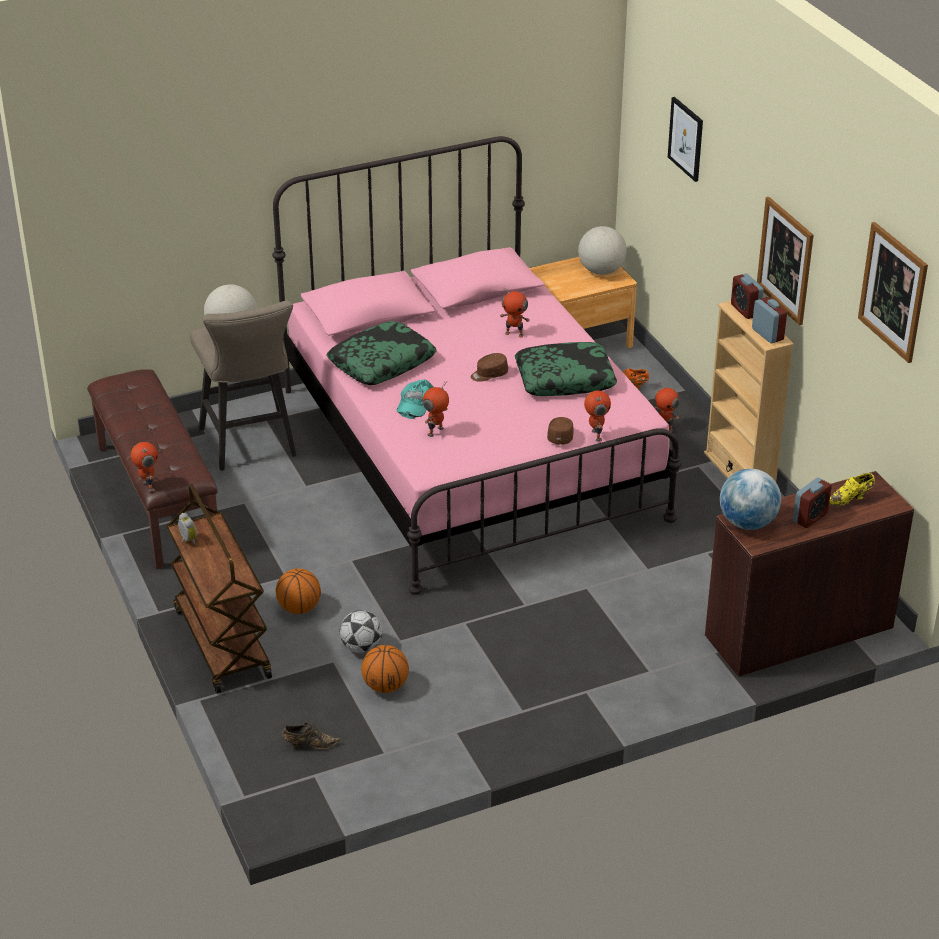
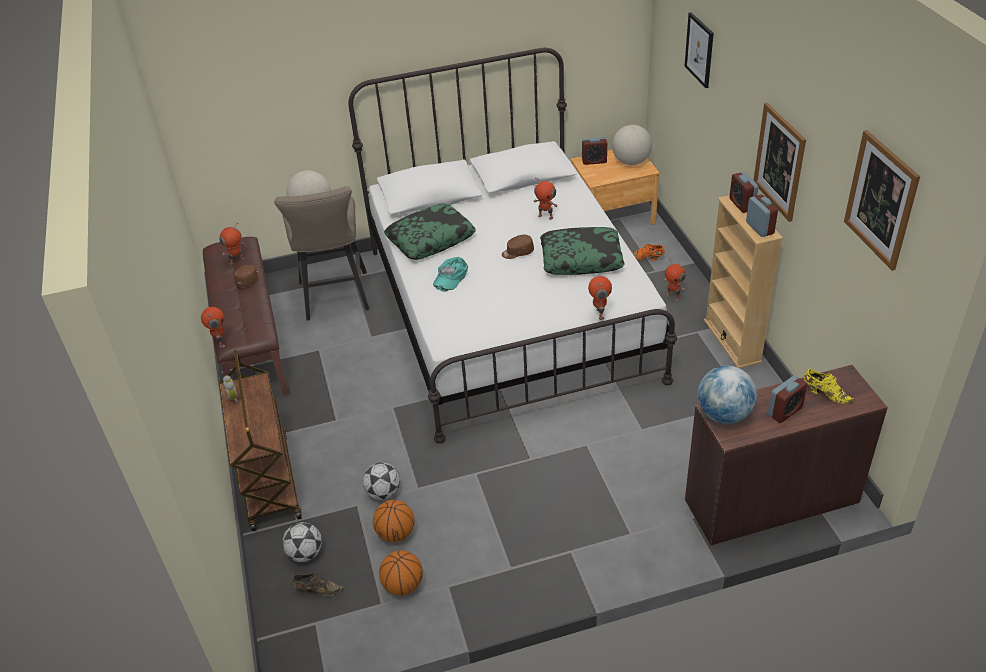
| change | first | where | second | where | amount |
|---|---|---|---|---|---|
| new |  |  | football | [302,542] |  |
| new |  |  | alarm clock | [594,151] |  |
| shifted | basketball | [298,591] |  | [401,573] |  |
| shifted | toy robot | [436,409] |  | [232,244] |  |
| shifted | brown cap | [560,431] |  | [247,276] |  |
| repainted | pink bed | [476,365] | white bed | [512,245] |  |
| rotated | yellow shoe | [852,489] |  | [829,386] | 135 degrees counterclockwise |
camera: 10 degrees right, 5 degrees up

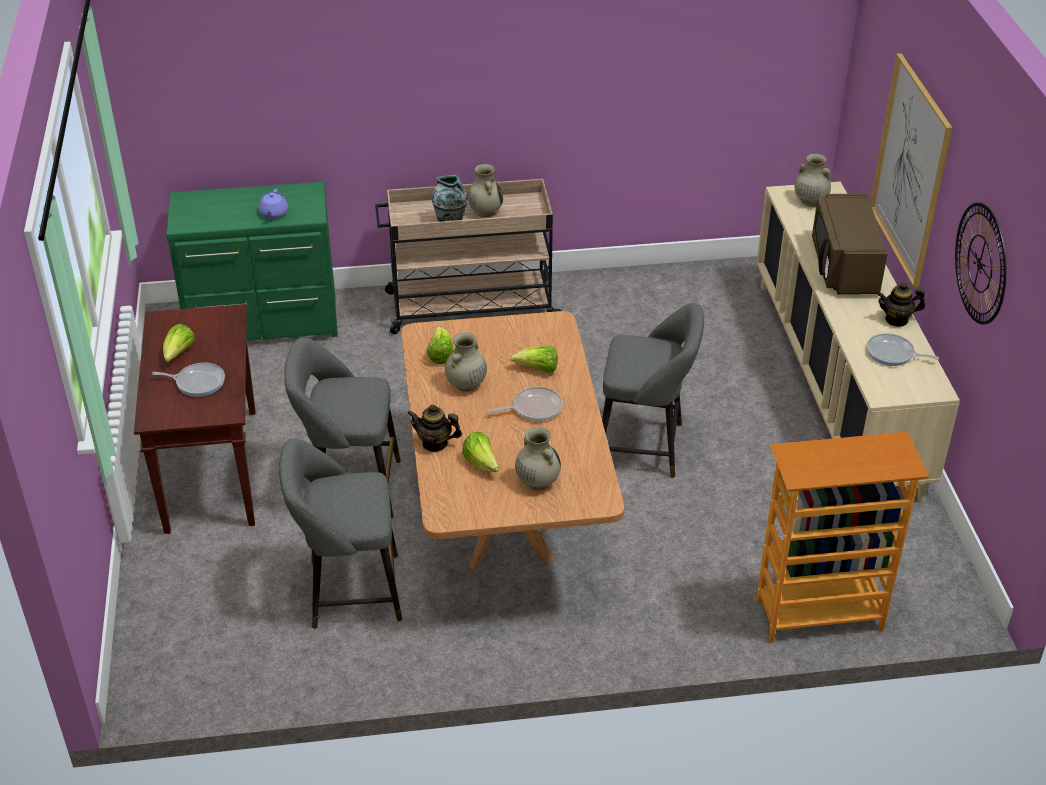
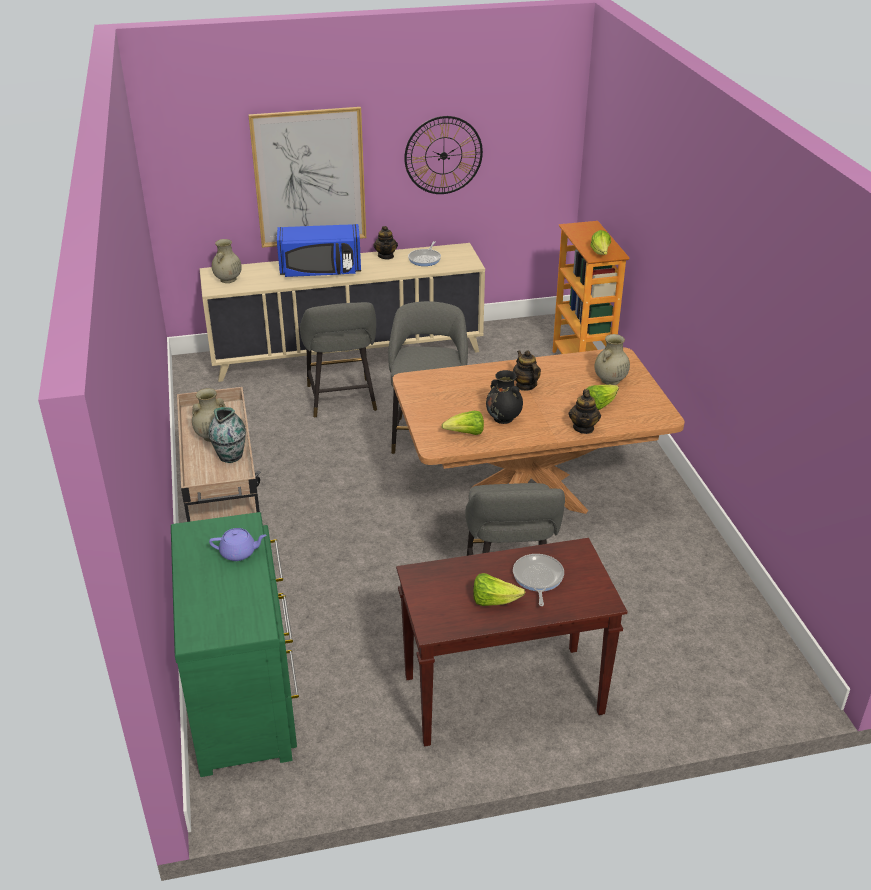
| change | first | where | second | where | amount |
|---|---|---|---|---|---|
| shifted | grey stool | [340,533] |  | [338,360] |  |
| shifted | lettuce | [533,359] |  | [600,242] |  |
| swapped | frying pan | [525,403] | teapot | [527,370] |  |
| repainted | beige vase | [466,362] | black vase | [504,397] |  |
| repainted | brown microwave | [850,244] | blue microwave | [319,250] |  |
camera: 95 degrees left, 5 degrees down

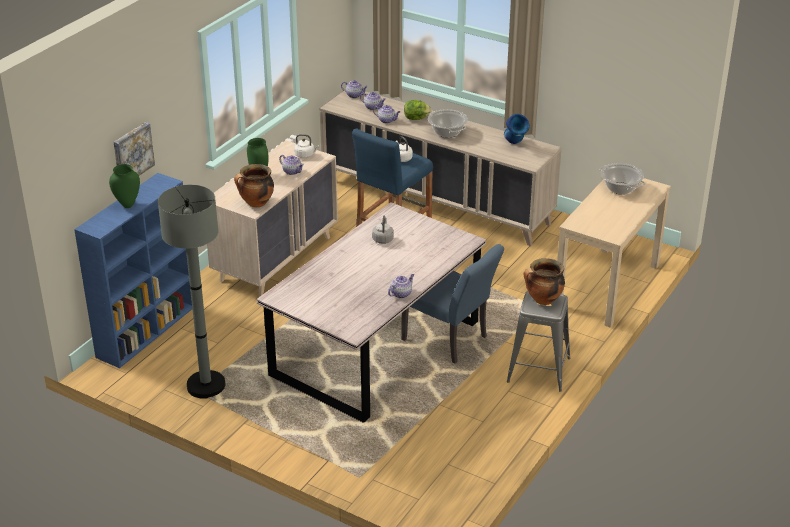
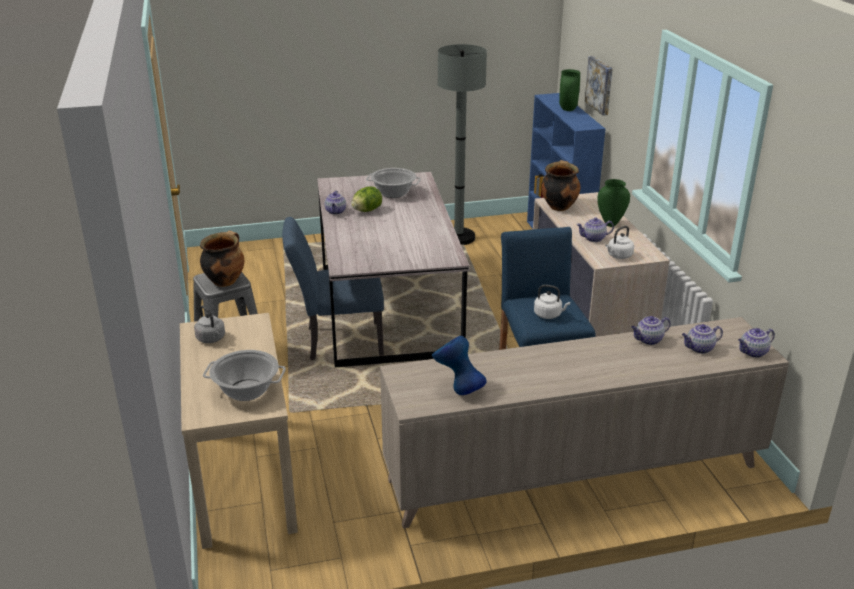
| change | first | where | second | where | amount |
|---|---|---|---|---|---|
| shifted | grey kettle | [383,229] |  | [209,324] |  |
| shifted | lettuce | [418,110] |  | [366,199] |  |
| shifted | cooking pot | [448,123] |  | [393,183] |  |
camera: 135 degrees right, 5 degrees down

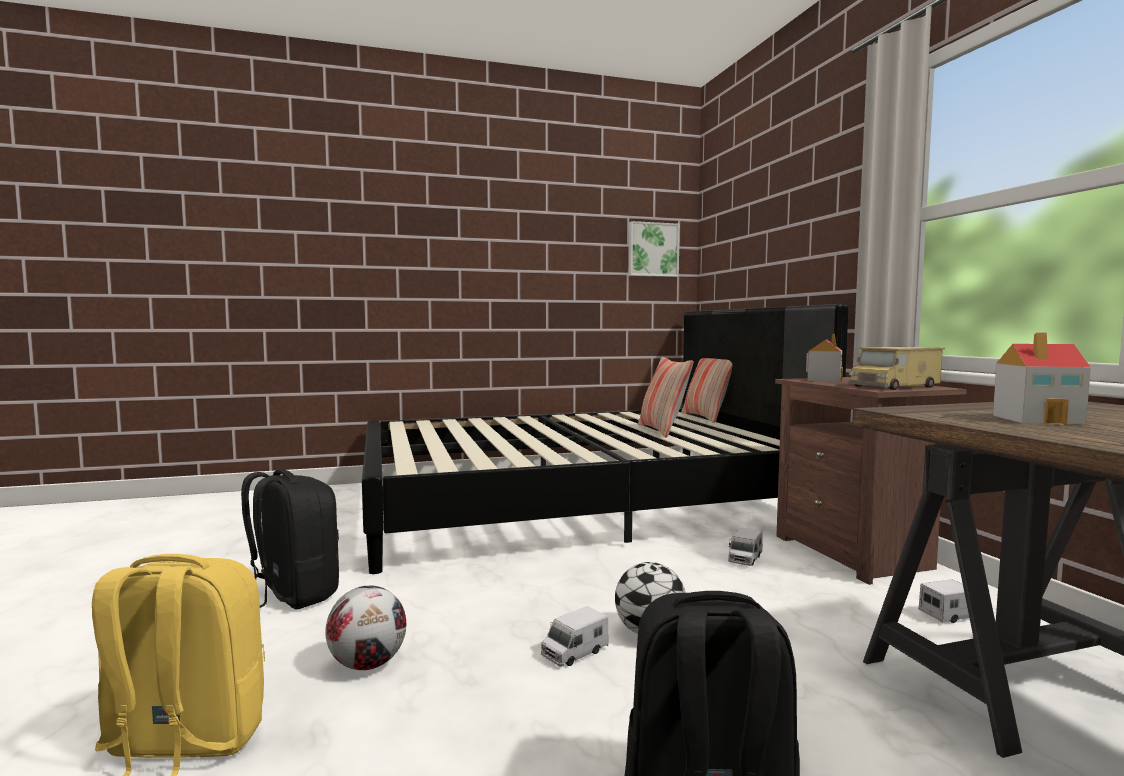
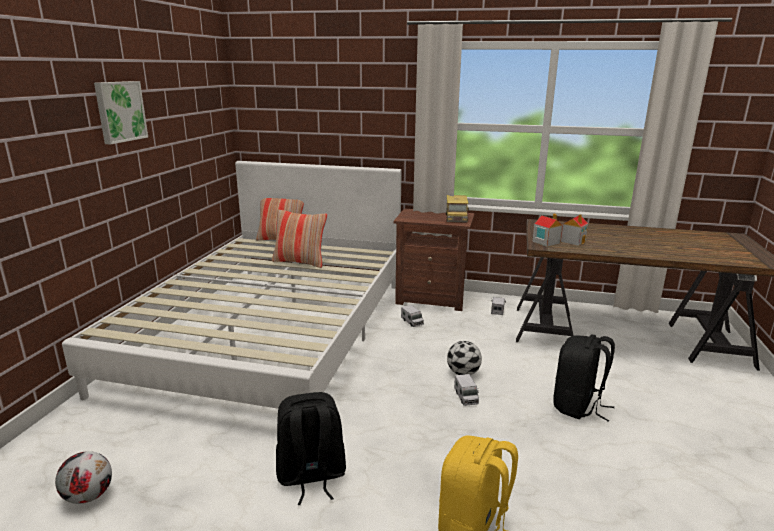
| change | first | where | second | where | amount |
|---|---|---|---|---|---|
| shifted | football | [365,628] |  | [83,477] |  |
| shifted | picture | [654,249] |  | [121,112] |  |
| shifted | toy house | [824,358] |  | [547,229] |  |
| repainted | black bed | [605,439] | white bed | [232,285] |  |
camera: 60 degrees left, 15 degrees up

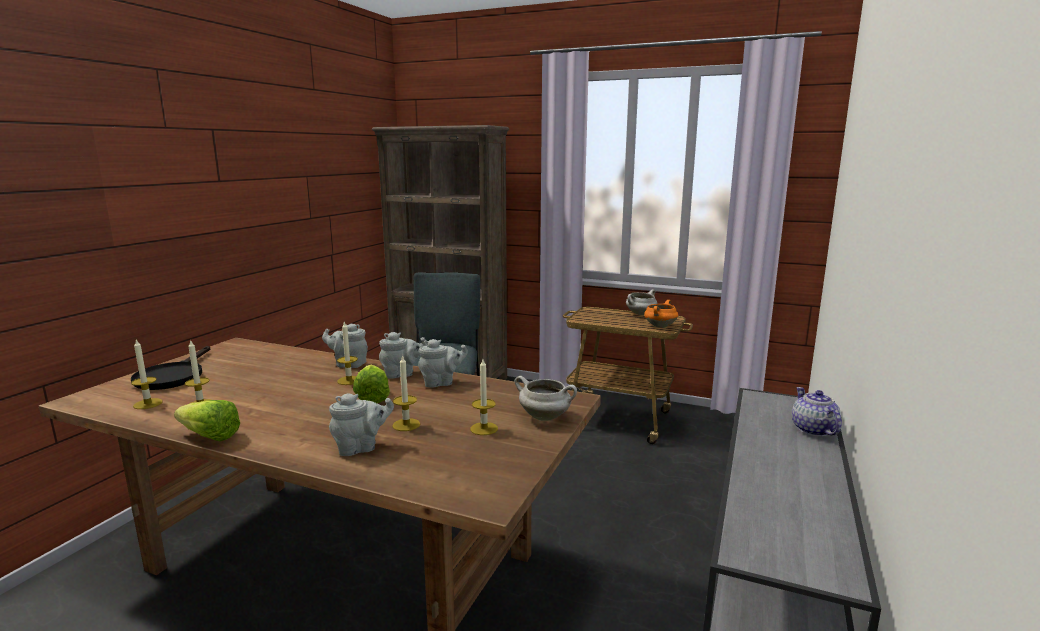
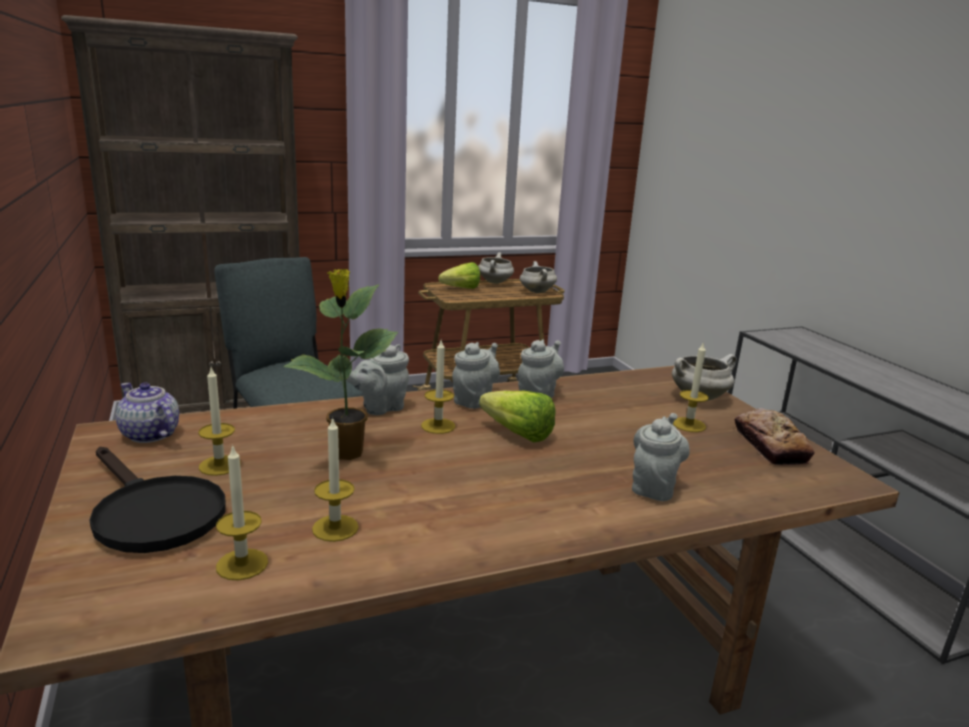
| change | first | where | second | where | amount |
|---|---|---|---|---|---|
| new |  |  | potted plant | [340,364] |  |
| new |  |  | bread | [775,437] |  |
| shifted | lettuce | [207,420] |  | [459,275] |  |
| shifted | candle | [406,393] |  | [220,422] |  |
| shifted | teapot | [817,411] |  | [147,413] |  |
| repainted | orange cooking pot | [661,314] | white cooking pot | [538,277] |  |
camera: 45 degrees left, 5 degrees up

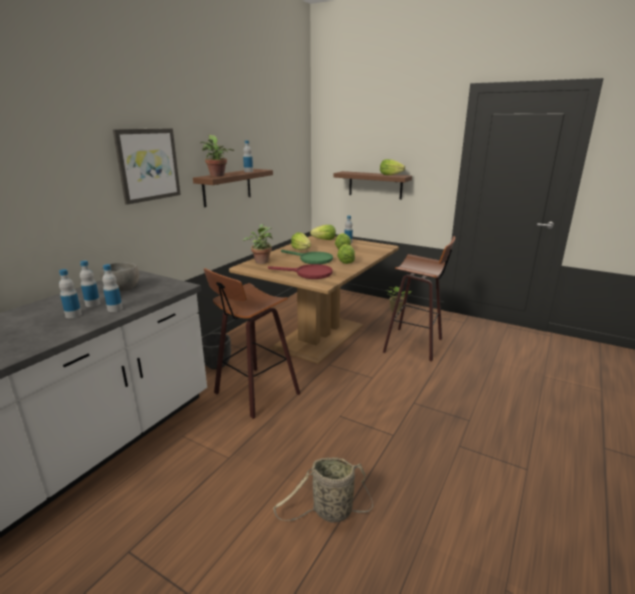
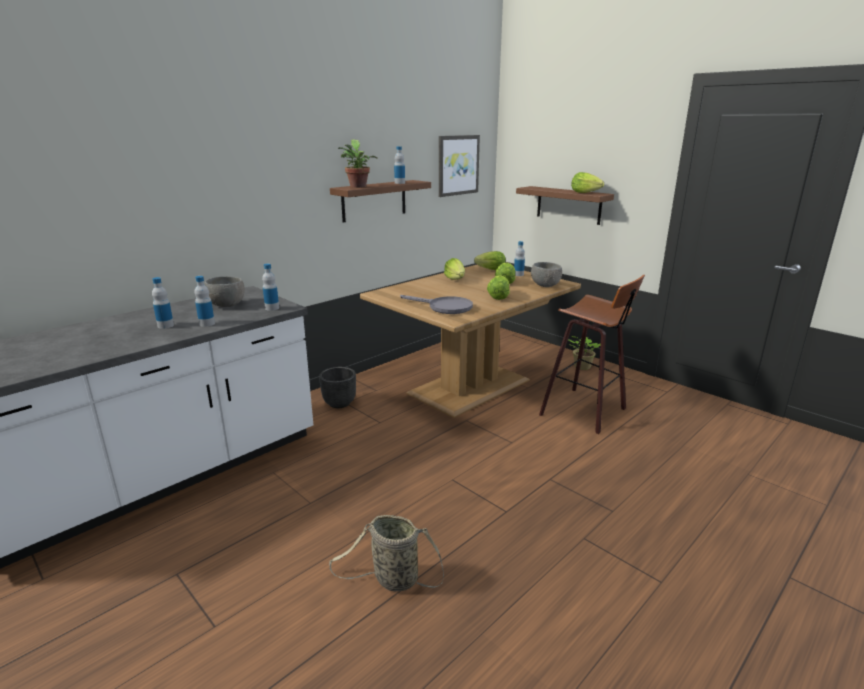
| change | first | where | second | where | amount |
|---|---|---|---|---|---|
| gone | stool | [252,343] |  |  |  |
| gone | potted plant | [258,244] |  |  |  |
| gone | green frying pan | [307,257] |  |  |  |
| new |  |  | grey bowl | [546,274] |  |
| shifted | bottle | [90,283] |  | [270,287] |  |
| shifted | picture | [147,166] |  | [459,166] |  |
| repainted | red frying pan | [300,271] | grey frying pan | [436,304] |  |
camera: 15 degrees right, 0 degrees up

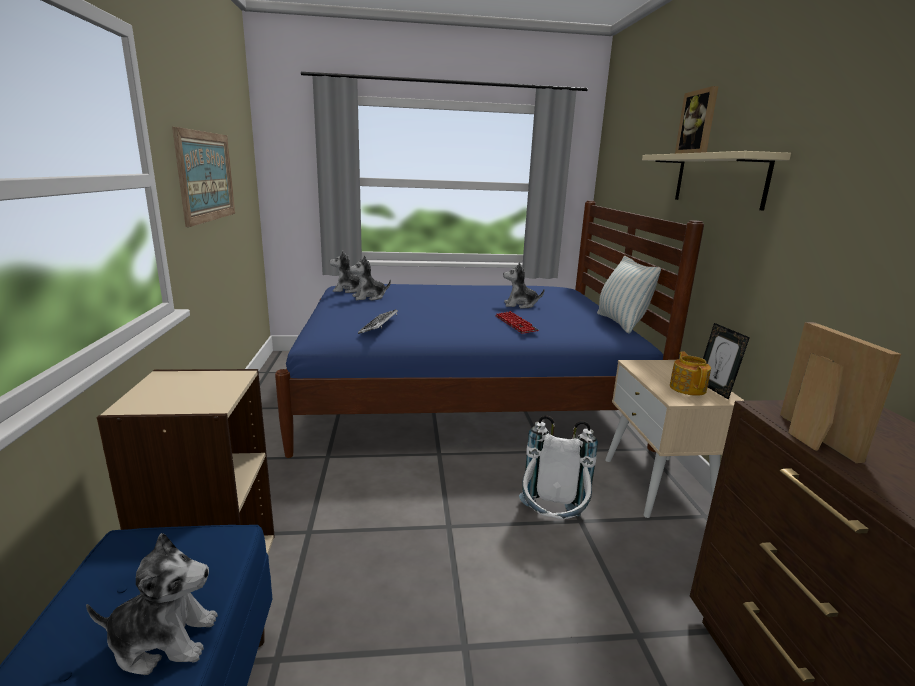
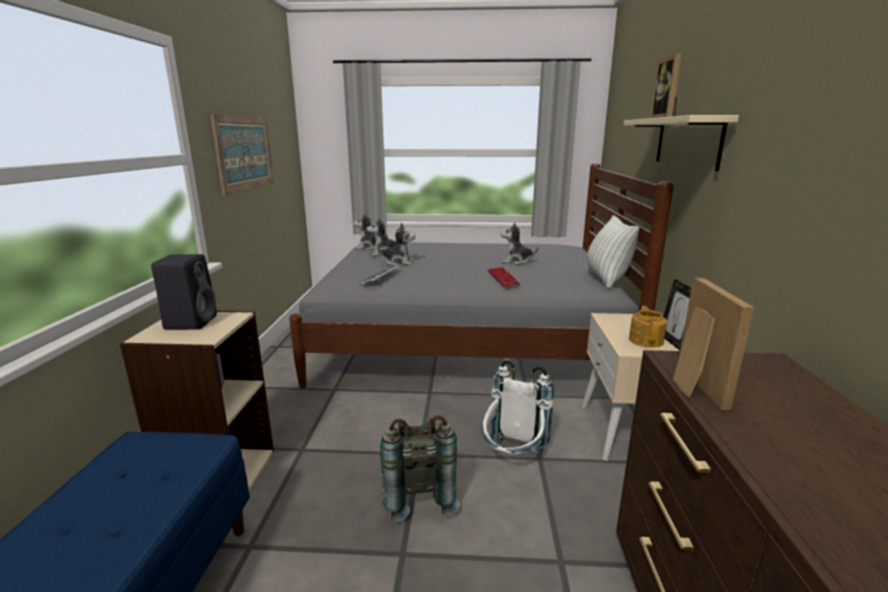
| change | first | where | second | where | amount |
|---|---|---|---|---|---|
| new |  |  | black speaker | [184,292] |  |
| new |  |  | grey backpack | [420,468] |  |
| shifted | plush toy | [152,604] |  | [396,244] |  |
| repainted | blue bed | [489,329] | grey bed | [481,276] |  |
camera: 10 degrees right, 0 degrees up

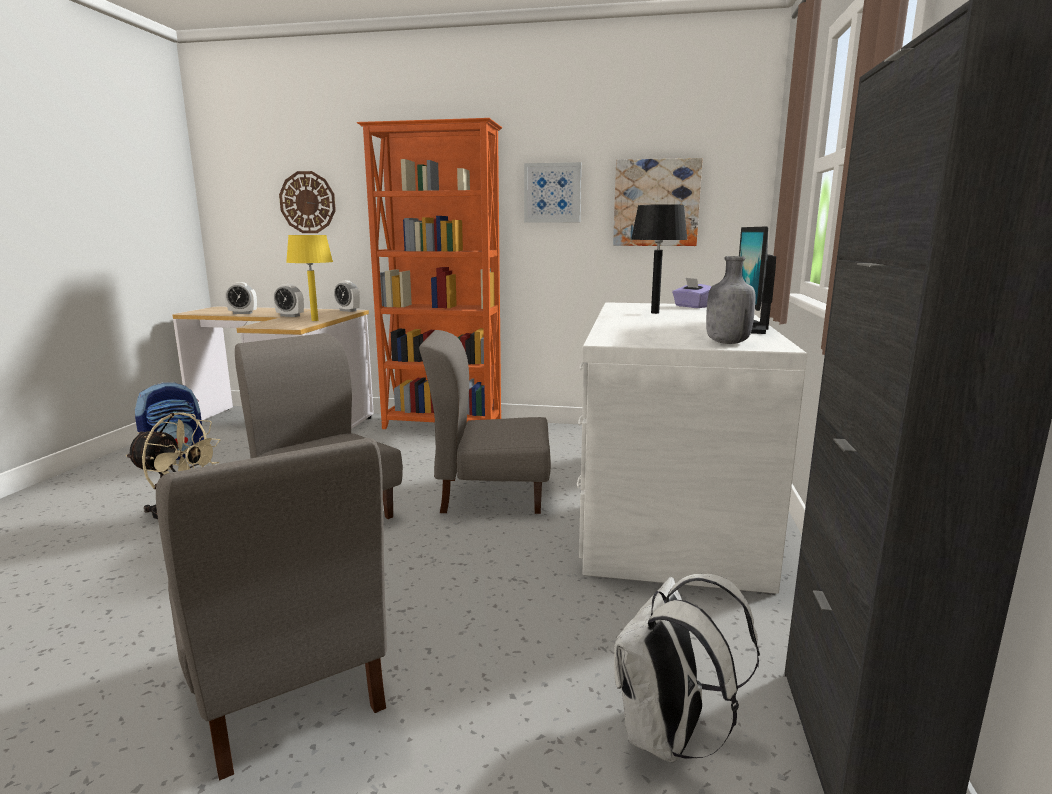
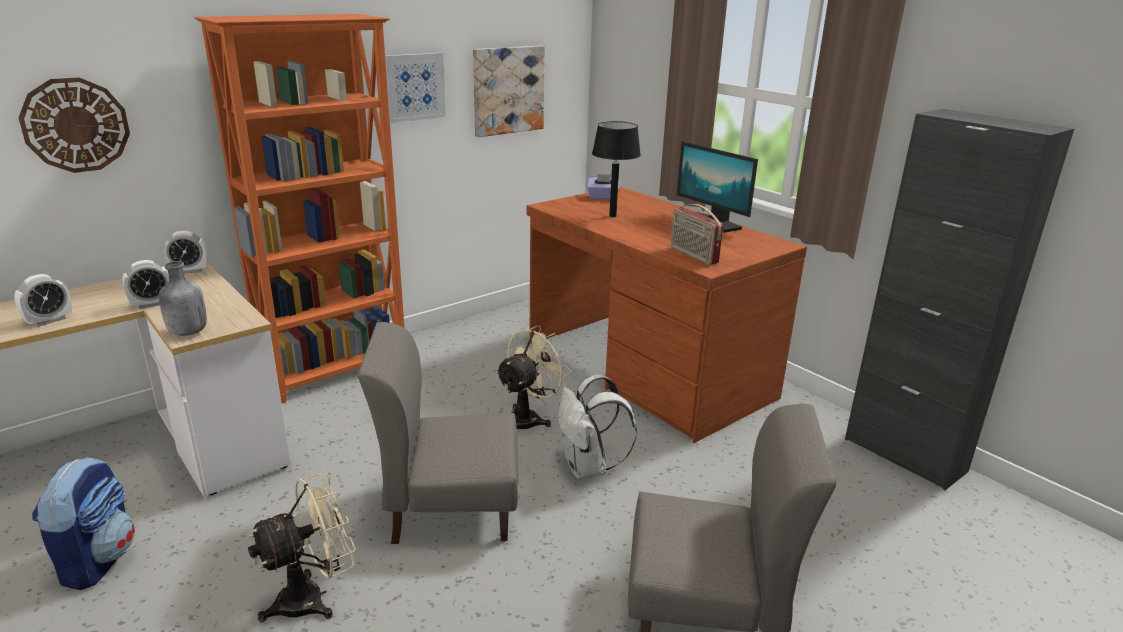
| change | first | where | second | where | amount |
|---|---|---|---|---|---|
| gone | yellow table lamp | [309,278] |  |  |  |
| new |  |  | radio | [697,234] |  |
| shifted | white backpack | [687,668] |  | [597,426] |  |
| shifted | grey bottle | [731,300] |  | [183,298] |  |
| swapped | grey chair | [485,422] | beige fan | [533,377] |  |
| repainted | white desk | [692,448] | brown desk | [666,314] |  |
camera: 50 degrees left, 10 degrees up

